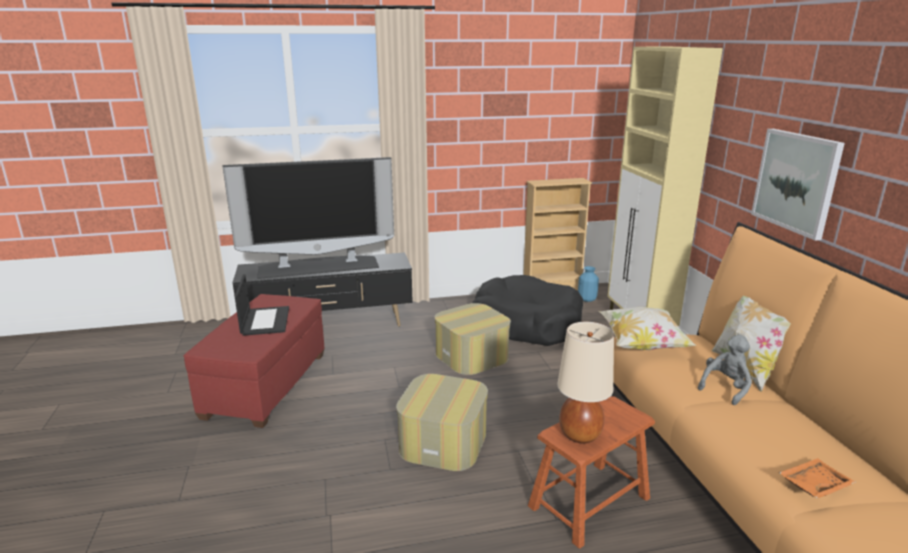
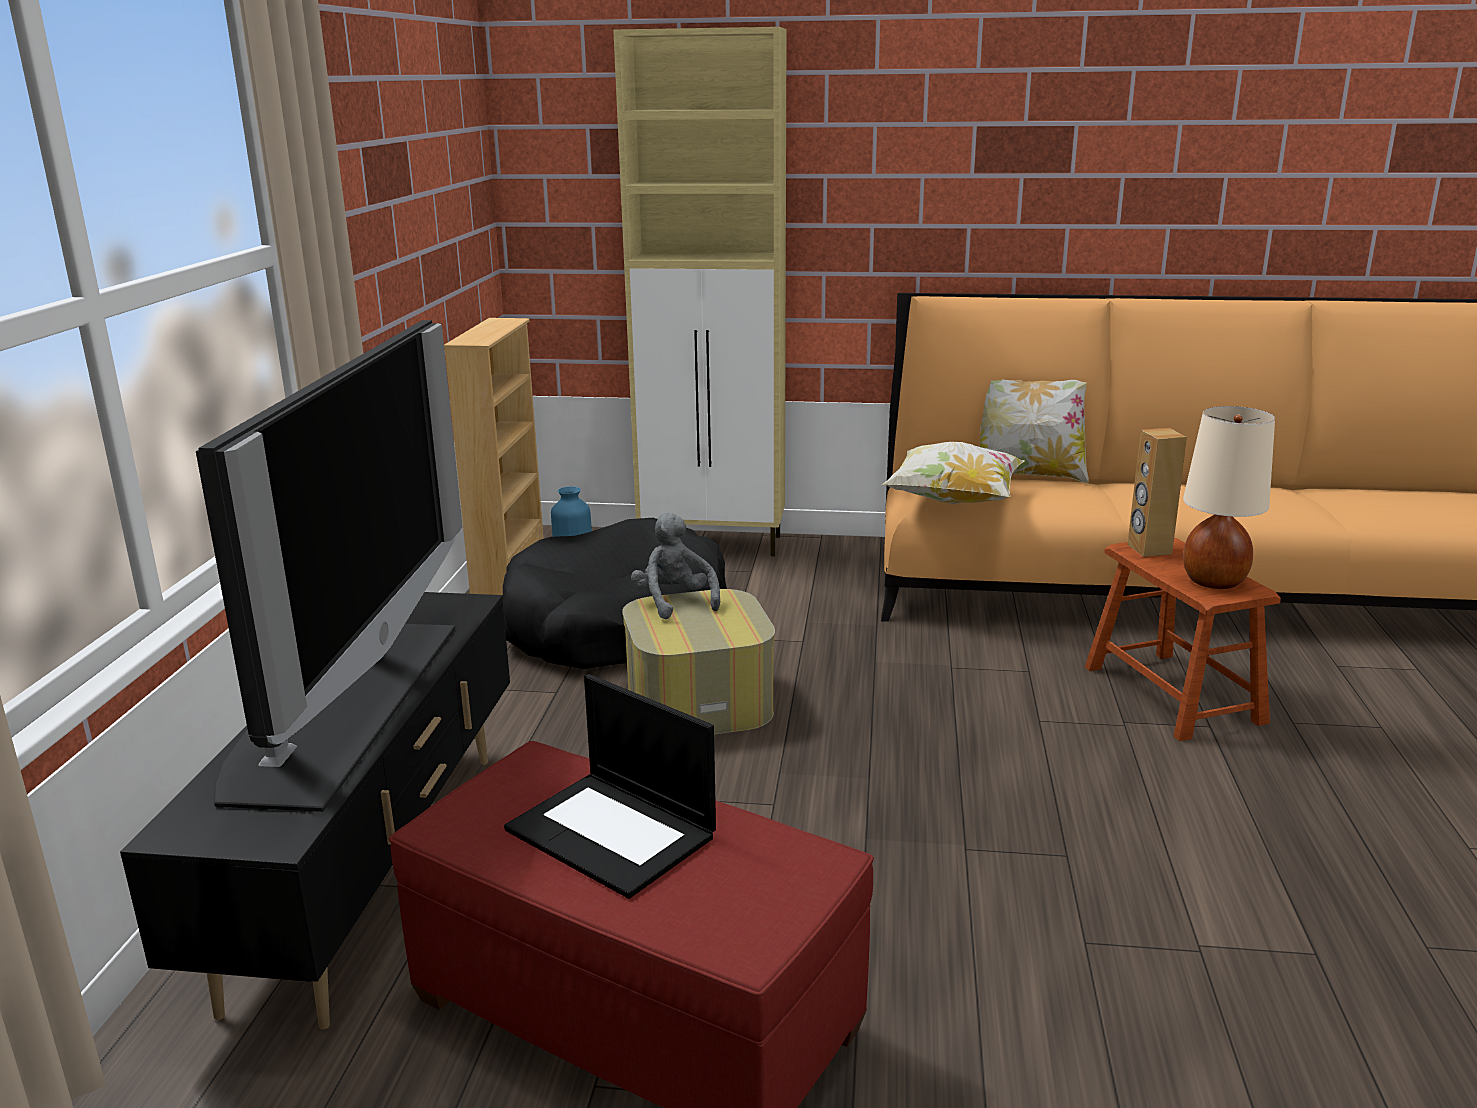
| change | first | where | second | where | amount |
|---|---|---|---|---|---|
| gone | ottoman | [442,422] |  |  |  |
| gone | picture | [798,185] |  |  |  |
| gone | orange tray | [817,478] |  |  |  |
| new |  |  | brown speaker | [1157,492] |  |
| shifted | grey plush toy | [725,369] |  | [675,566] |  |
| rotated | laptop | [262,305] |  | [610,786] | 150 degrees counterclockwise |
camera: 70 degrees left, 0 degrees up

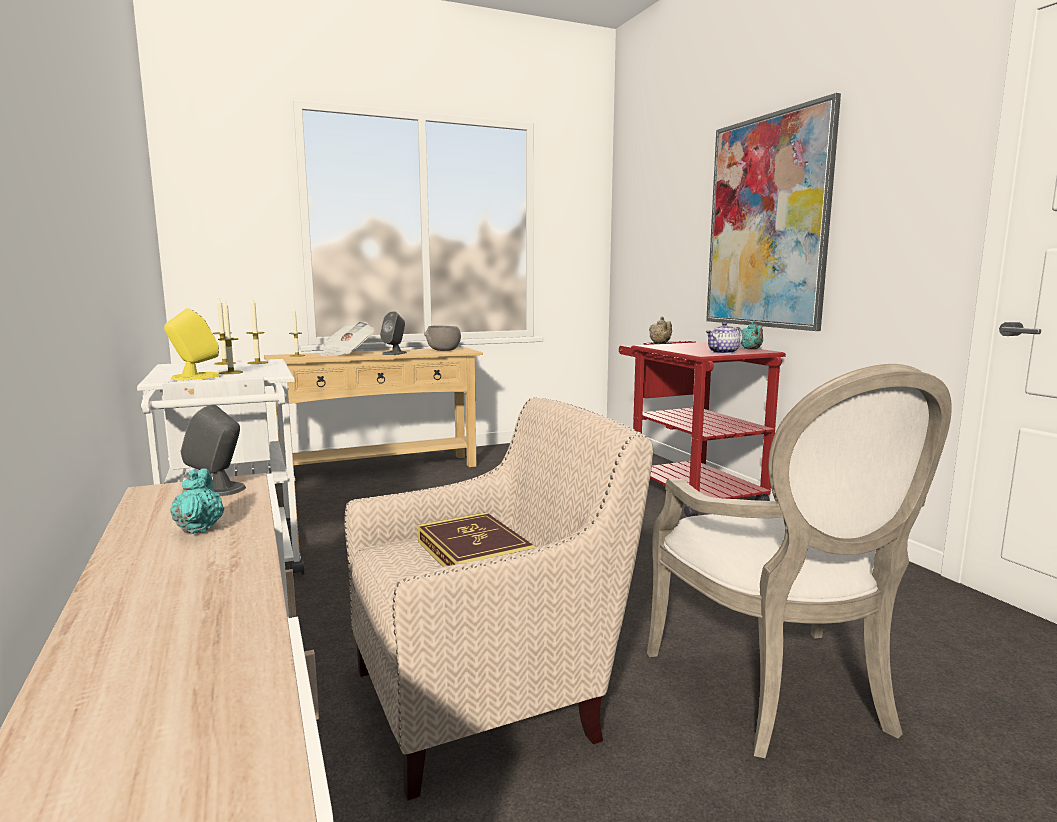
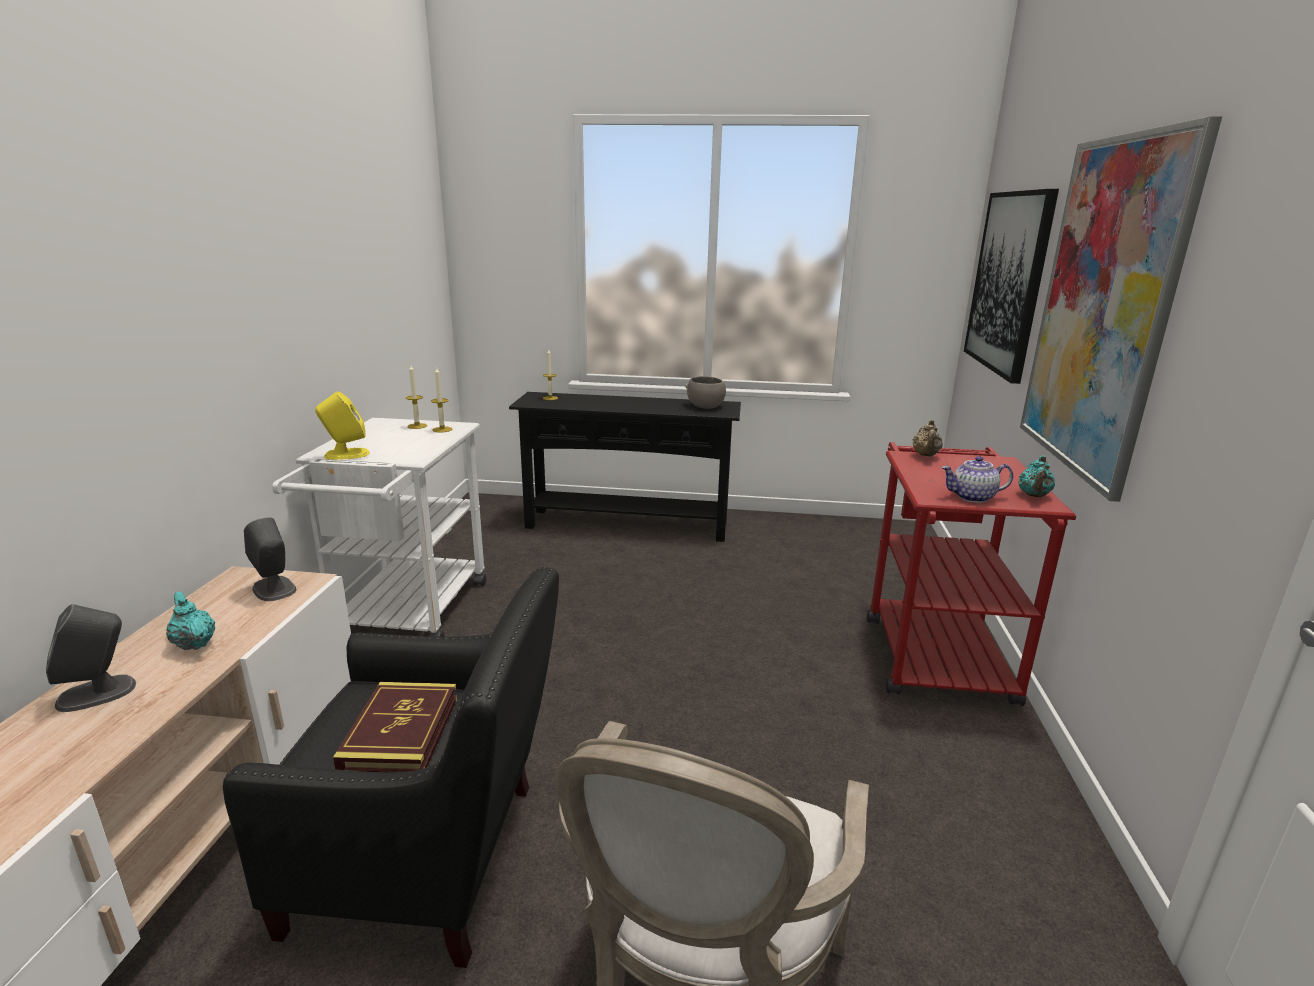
| change | first | where | second | where | amount |
|---|---|---|---|---|---|
| gone | candle | [230,337] |  |  |  |
| gone | newspaper | [347,339] |  |  |  |
| new |  |  | picture | [1011,286] |  |
| shifted | grey speaker | [393,333] |  | [91,658] |  |
| repainted | beige console table | [373,407] | black console table | [625,467] |  |
| repainted | beige armchair | [498,598] | black armchair | [391,767] |  |
| rotated | turquoise teapot | [197,501] |  | [190,621] | 60 degrees counterclockwise |
camera: 30 degrees right, 10 degrees up

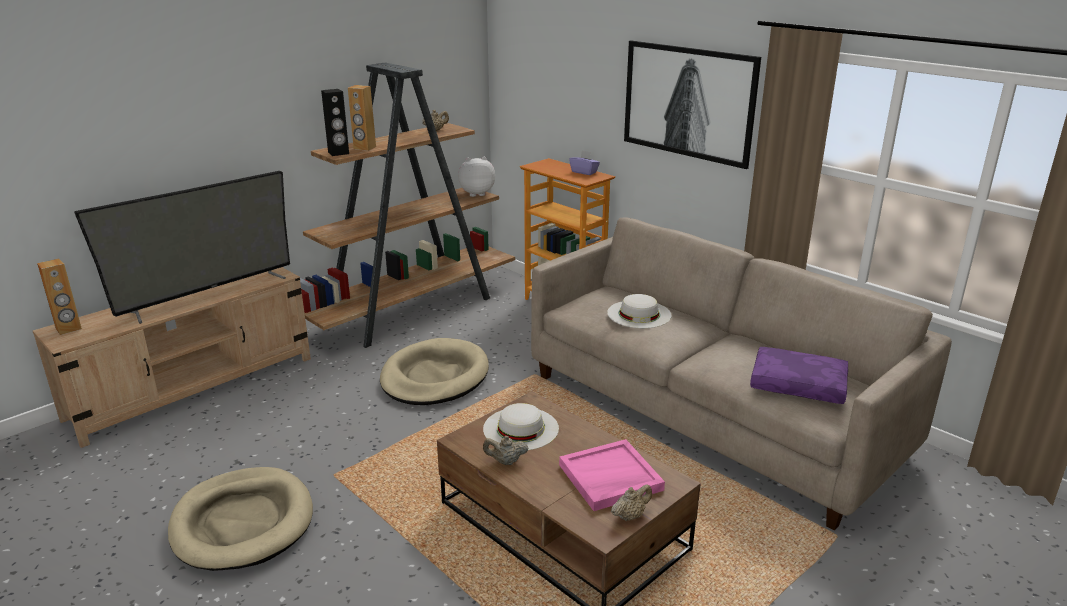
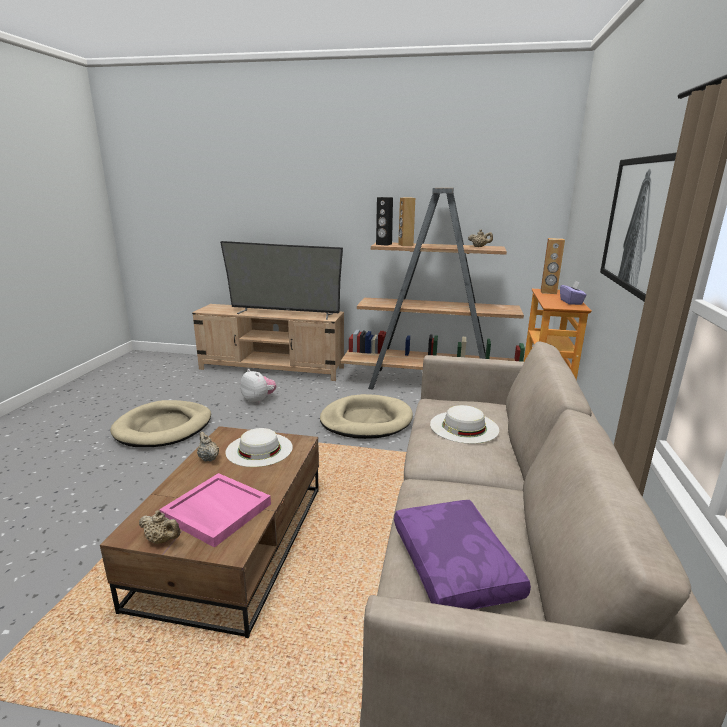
| change | first | where | second | where | amount |
|---|---|---|---|---|---|
| shifted | brown speaker | [59,296] |  | [553,266] |  |
| shifted | plush toy | [476,177] |  | [258,386] |  |
camera: 55 degrees right, 5 degrees down

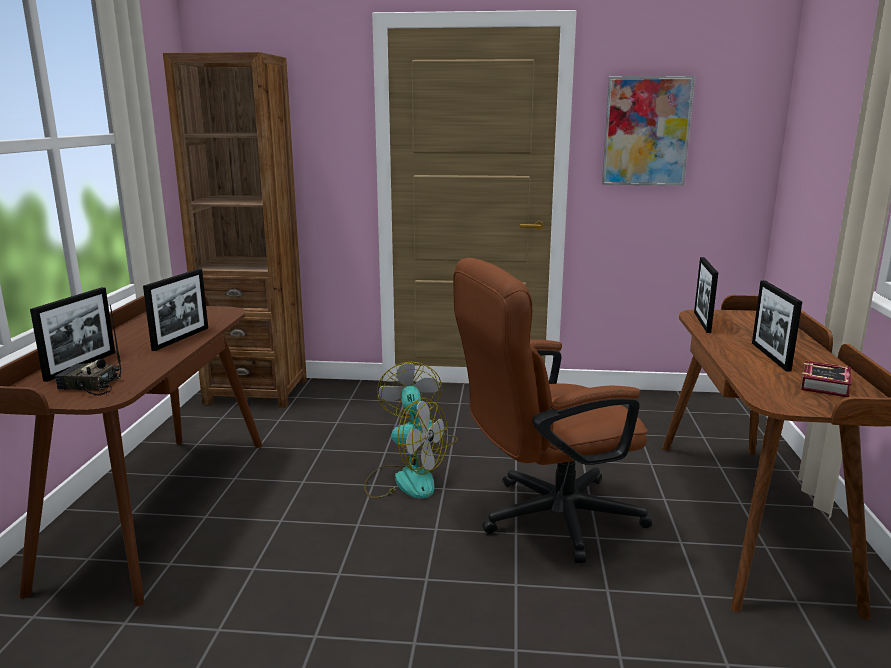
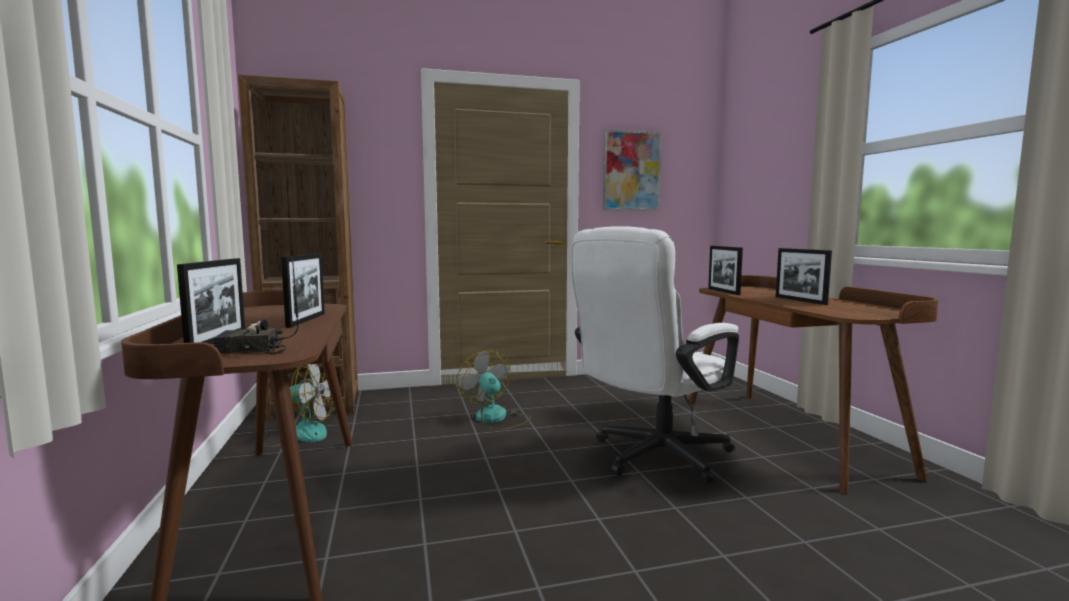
| change | first | where | second | where | amount |
|---|---|---|---|---|---|
| gone | book | [825,379] |  |  |  |
| shifted | fan | [406,448] |  | [299,406] |  |
| repainted | brown office chair | [552,410] | white office chair | [655,355] |  |
camera: 20 degrees left, 10 degrees down

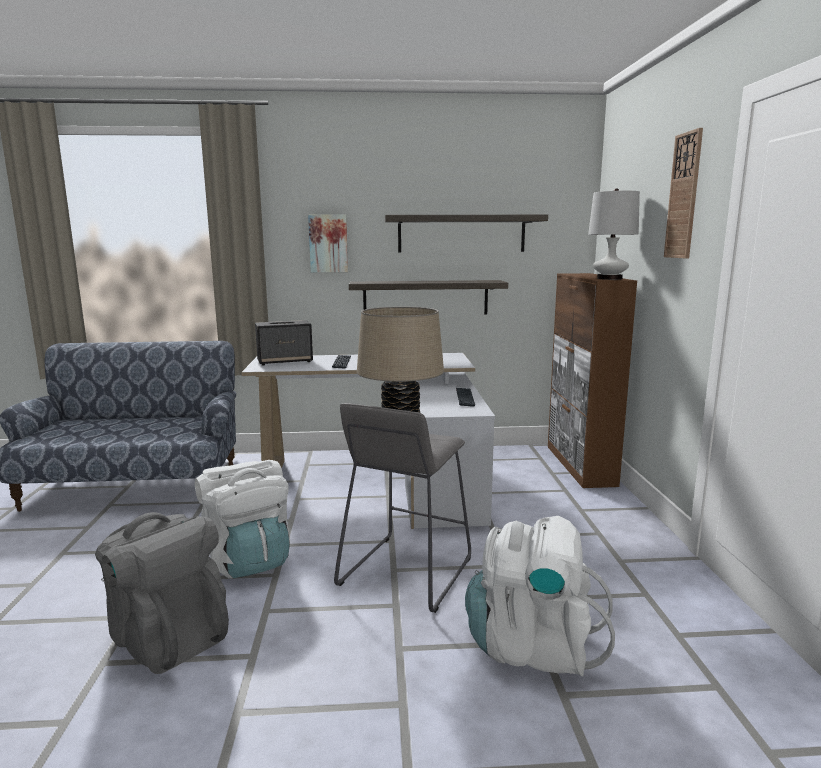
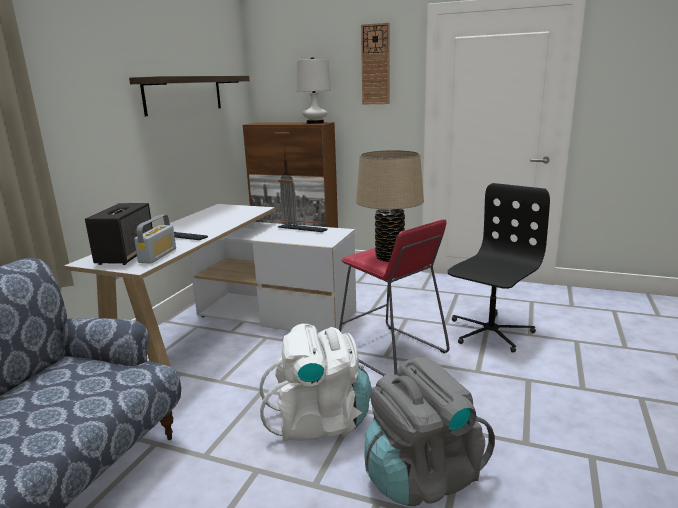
| change | first | where | second | where | amount |
|---|---|---|---|---|---|
| gone | picture | [328,243] |  |  |  |
| gone | shelf | [428,297] |  |  |  |
| new |  |  | radio | [155,239] |  |
| swapped | white backpack | [540,596] | black office chair | [499,268] |  |
| repainted | grey stool | [402,508] | red stool | [394,297] |  |
camera: 65 degrees left, 5 degrees up

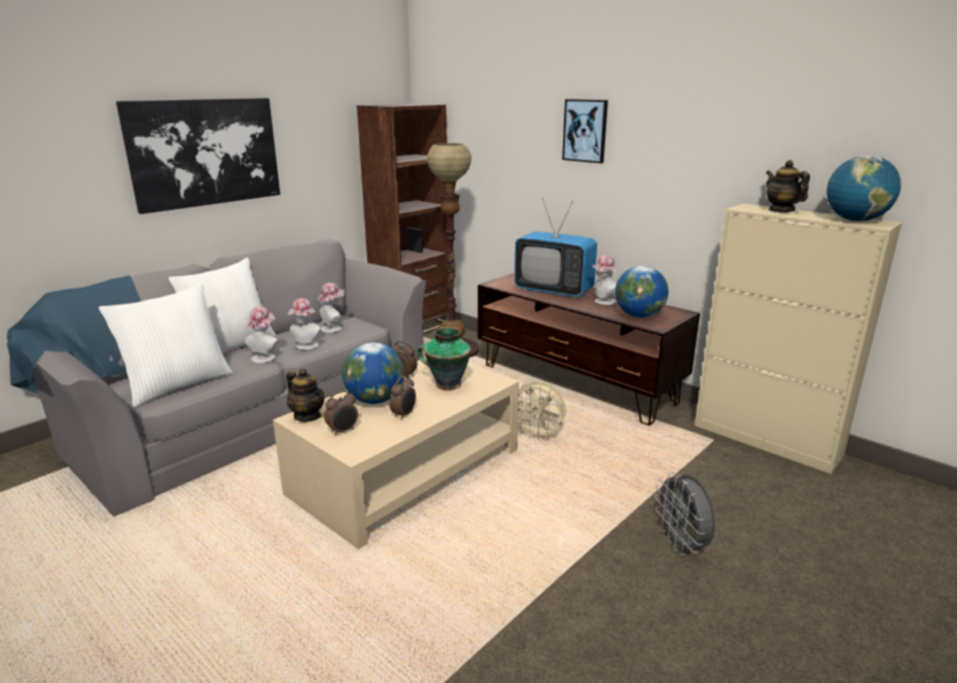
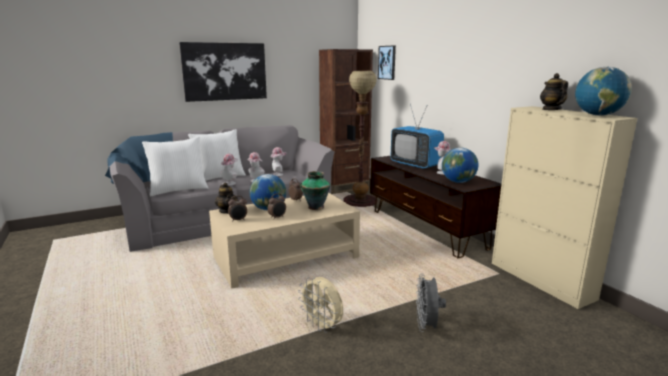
| change | first | where | second | where | amount |
|---|---|---|---|---|---|
| shifted | beige fan | [542,411] |  | [320,305] |  |
| shifted | picture | [585,131] |  | [387,62] |  |
camera: 20 degrees right, 5 degrees down

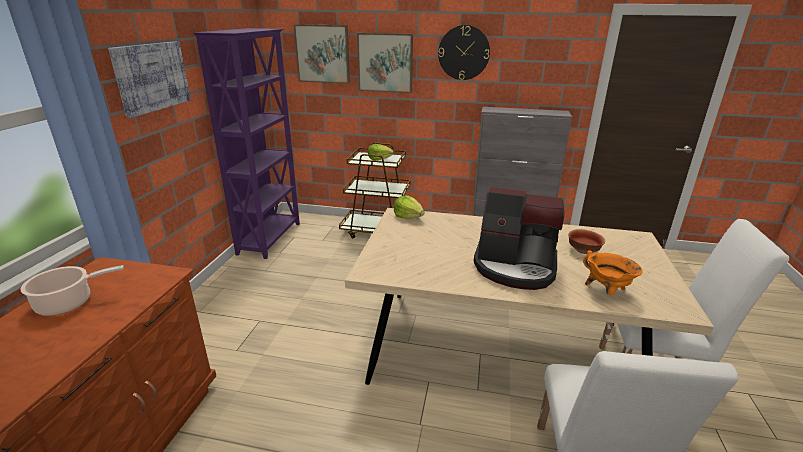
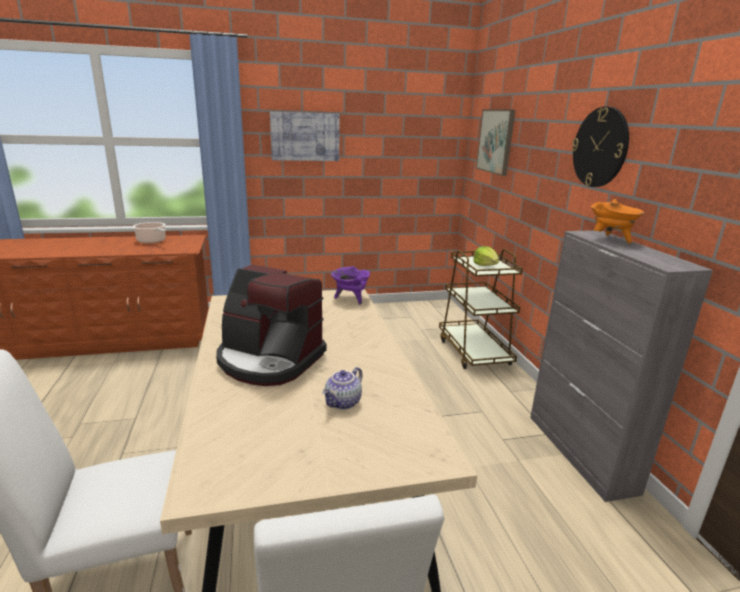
| change | first | where | second | where | amount |
|---|---|---|---|---|---|
| gone | purple bookcase | [246,143] |  |  |  |
| gone | picture | [385,63] |  |  |  |
| shifted | orange cooking pot | [613,272] |  | [617,221] |  |
| swapped | lettuce | [409,207] | purple cooking pot | [350,285] |  |
| swapped | bowl | [586,241] | teapot | [342,388] |  |
| rotated | coffee machine | [519,238] |  | [271,325] | 60 degrees counterclockwise |
camera: 65 degrees right, 5 degrees down

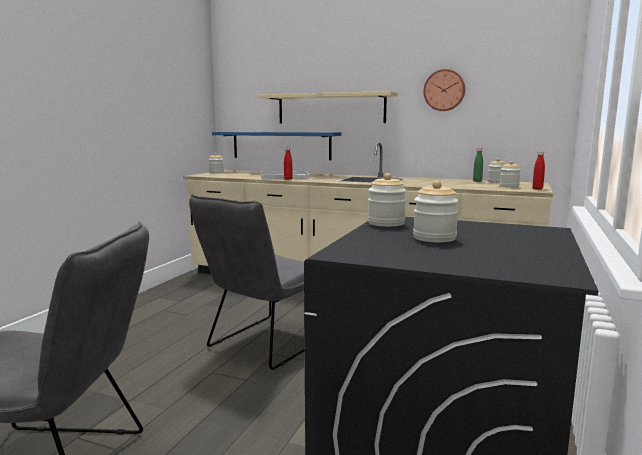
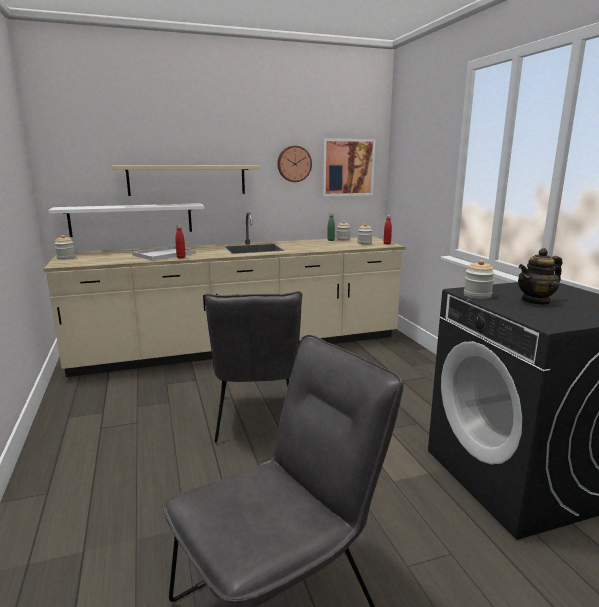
| change | first | where | second | where | amount |
|---|---|---|---|---|---|
| new |  |  | picture | [349,167] |  |
| swapped | jar | [436,211] | teapot | [540,276] |  |
| repainted | blue shelf | [276,146] | white shelf | [126,220] |  |
camera: 40 degrees left, 5 degrees up

